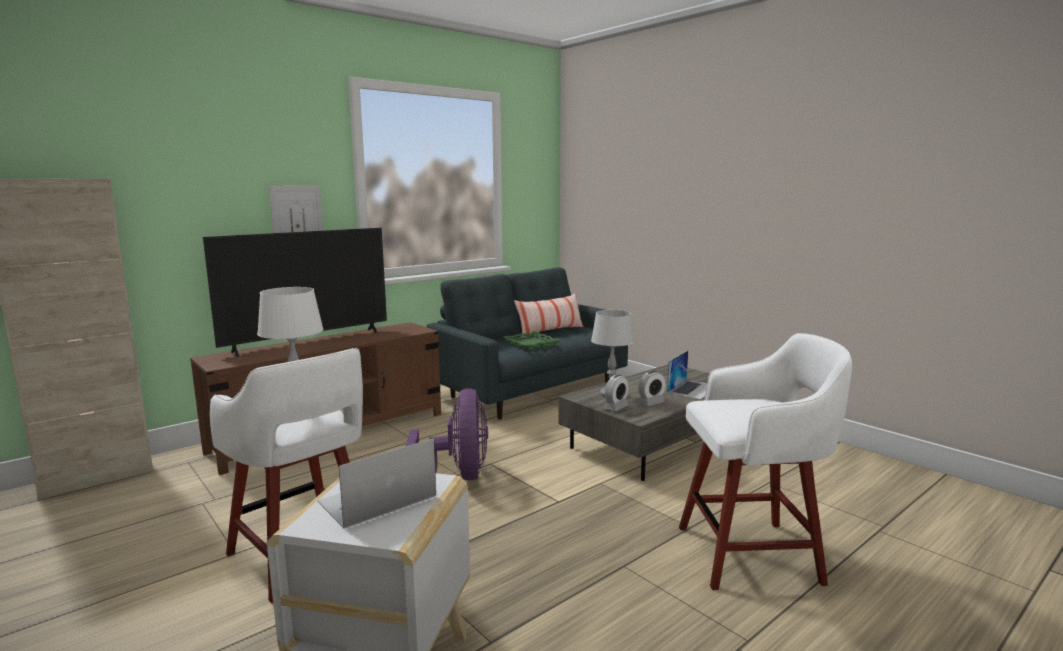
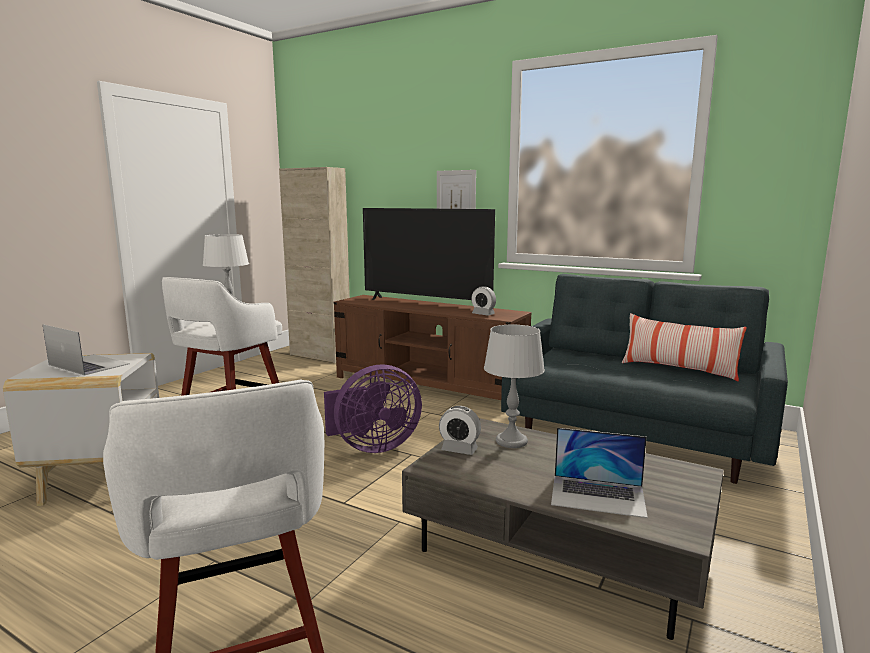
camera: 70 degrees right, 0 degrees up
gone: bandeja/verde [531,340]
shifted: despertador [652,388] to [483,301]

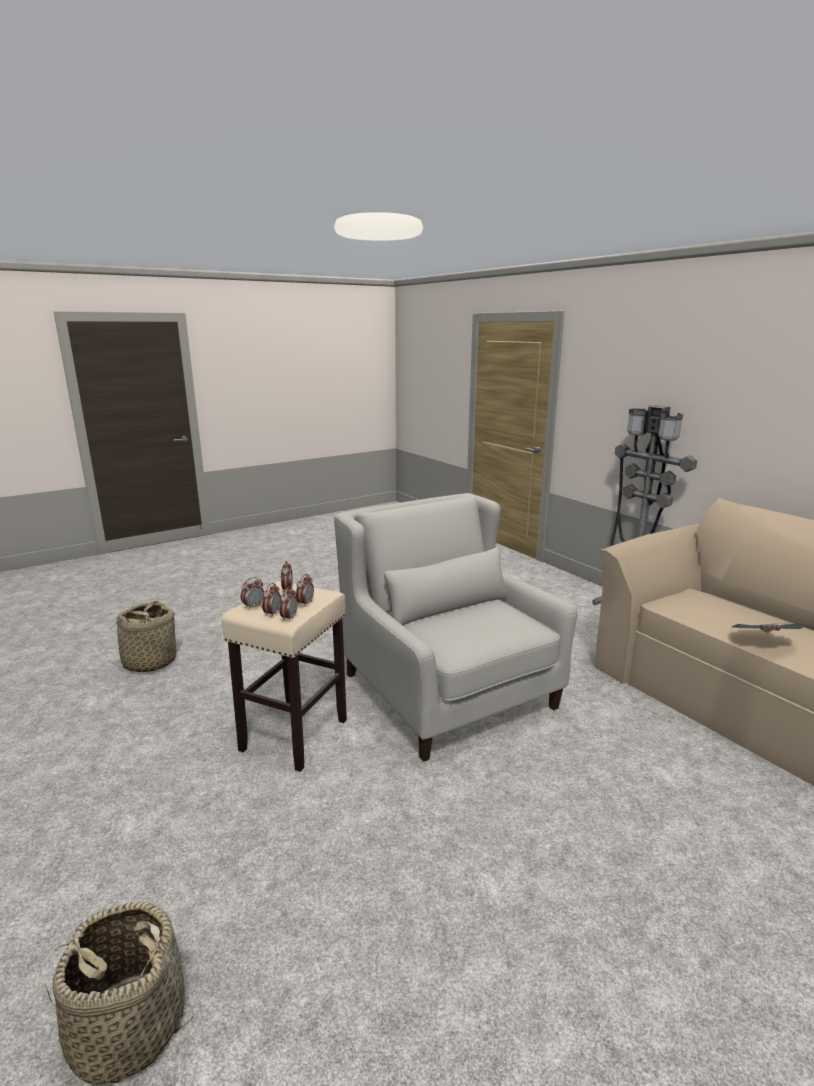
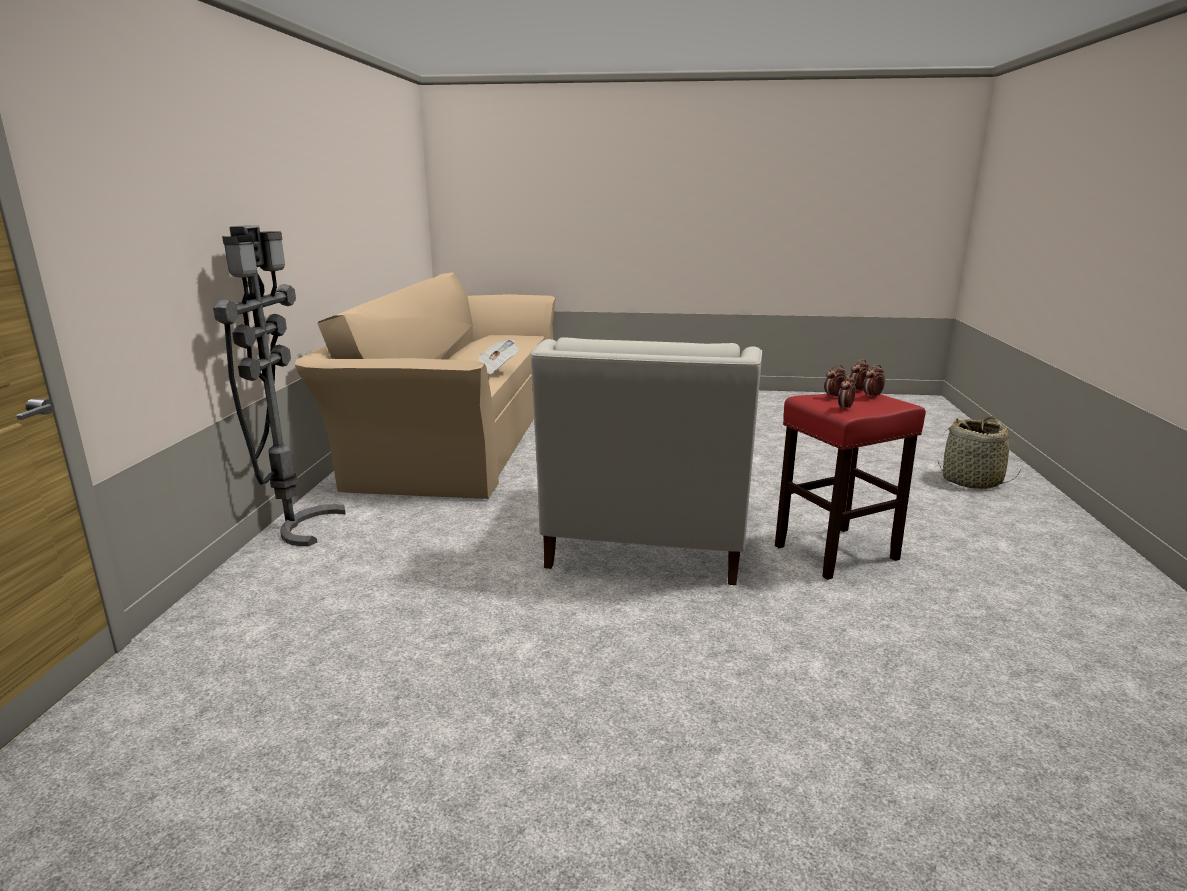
camera: 140 degrees left, 0 degrees up
gone: cesta [144,636]; despertador [252,593]
repainted: taburete/beis [284,676] to taburete/rojo [850,485]

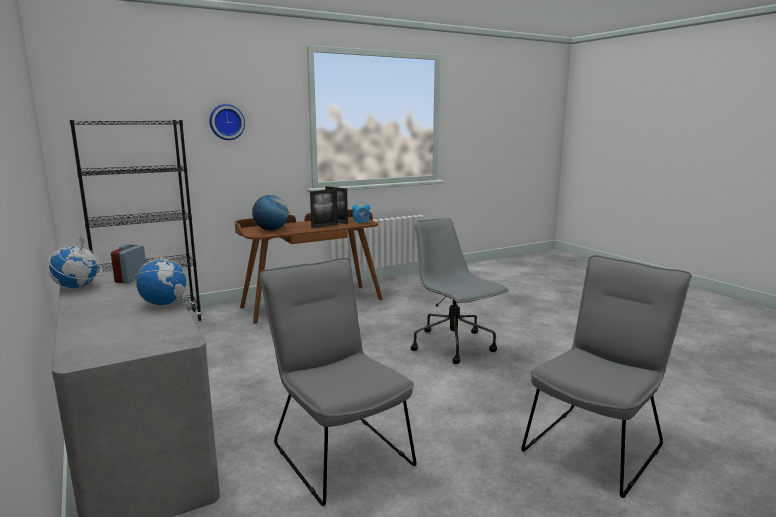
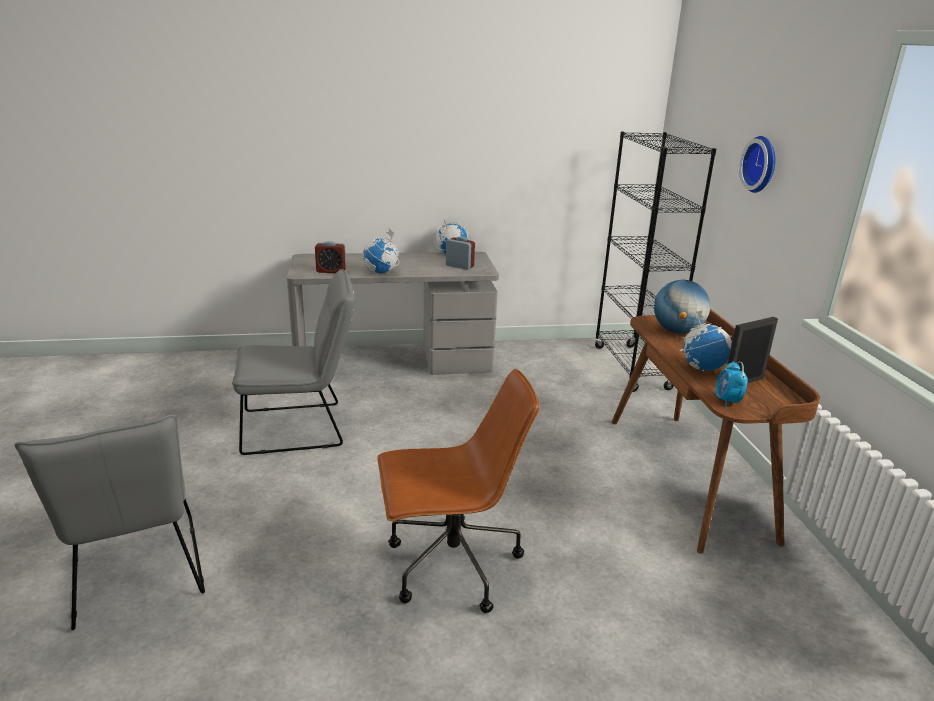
camera: 110 degrees right, 10 degrees up
new: despertador [330,257]
swapped: portarretratos [324,208] to globo terráqueo [706,341]
repainted: silla de oficina/gris [460,291] to silla de oficina/marrón [458,491]

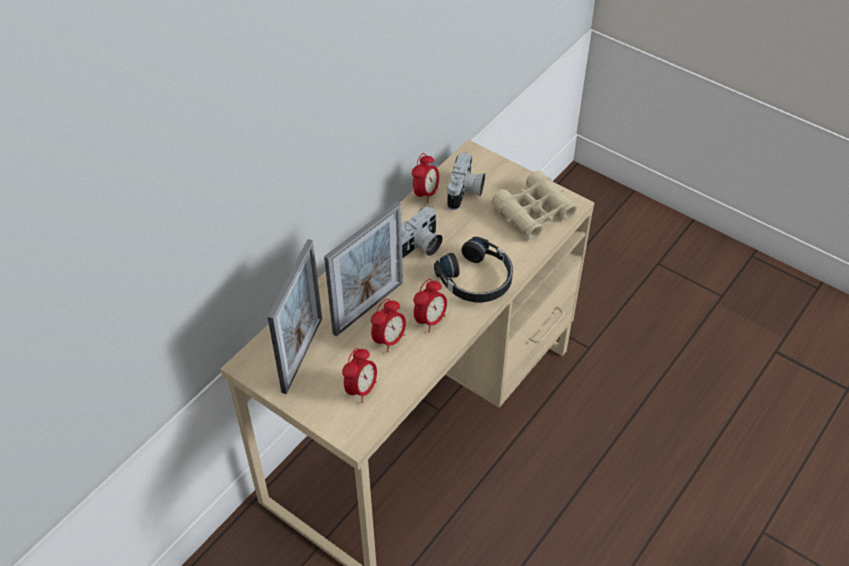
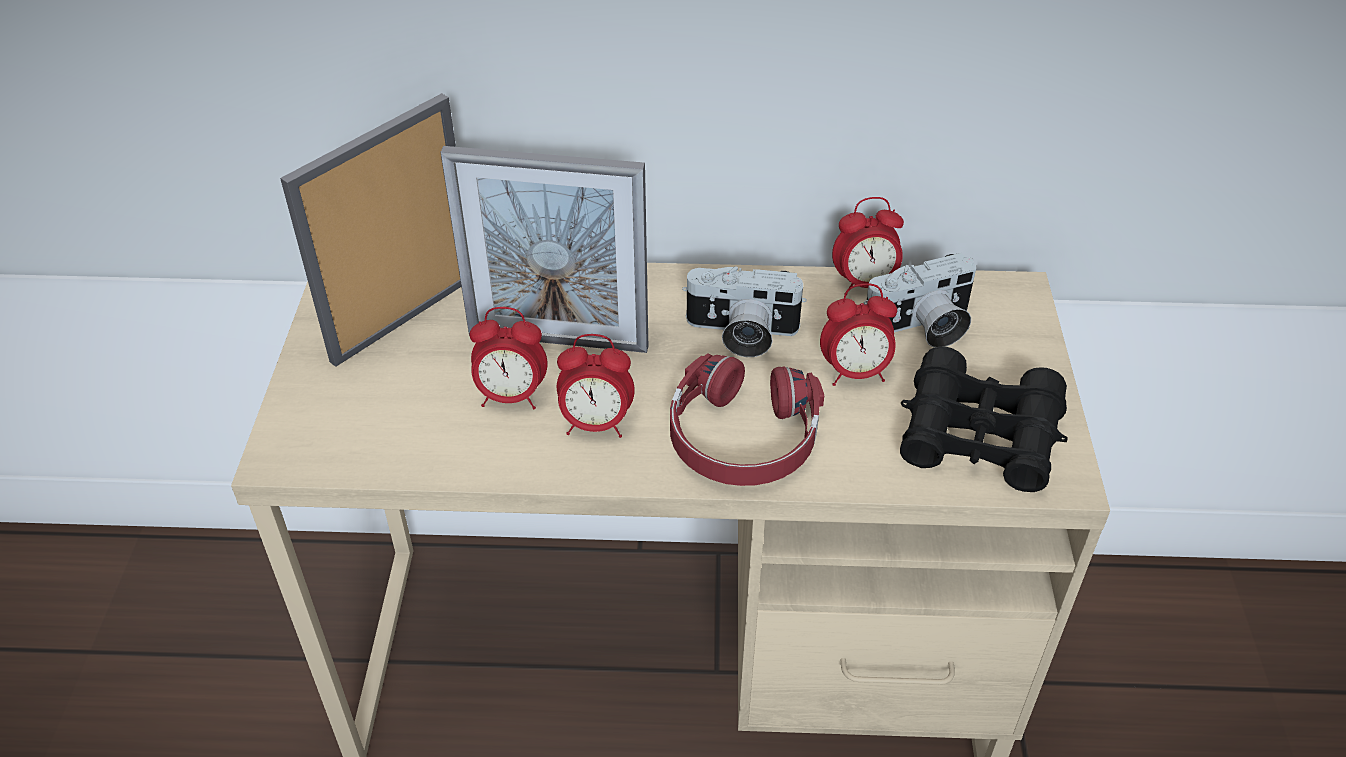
camera: 55 degrees right, 5 degrees down
shifted: despertador [359,375] to [858,334]
repainted: auriculares/negro [473,269] to auriculares/rojo [747,419]; prismáticos/beis [534,205] to prismáticos/negro [984,419]
rotated: portarretratos [295,316] = [370,230] 150 degrees clockwise

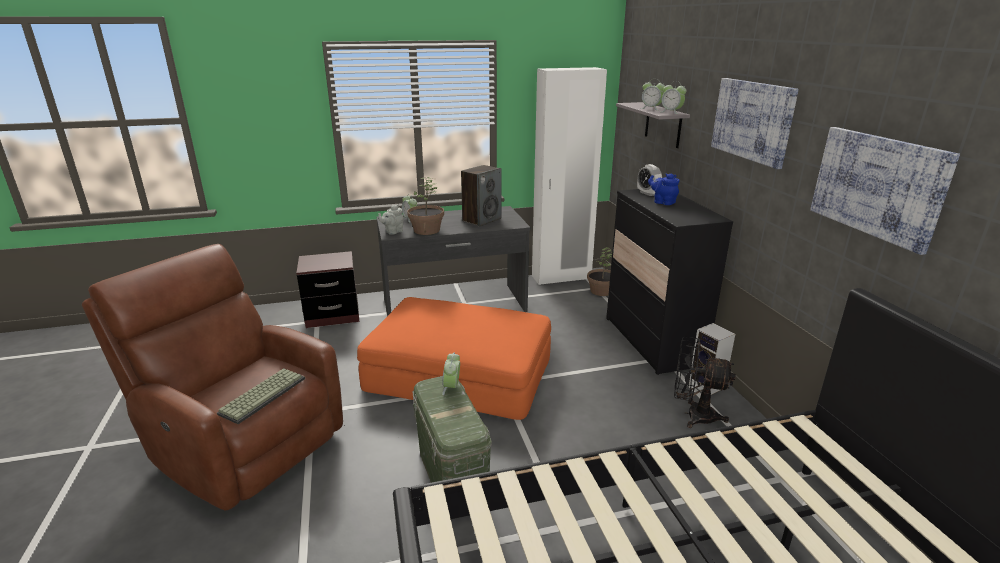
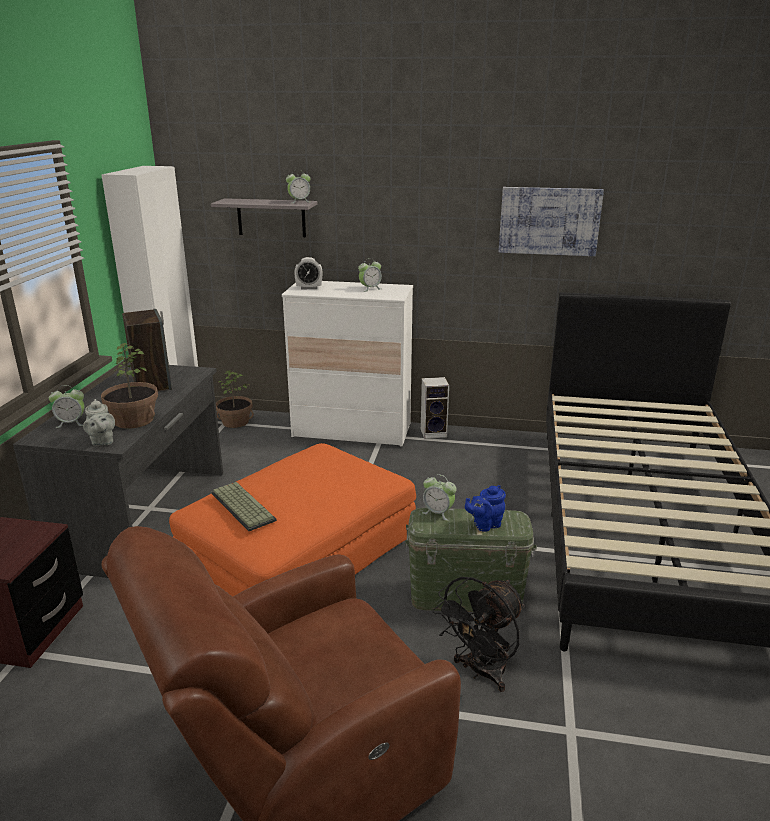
camera: 65 degrees left, 0 degrees up
gone: cuadro [755,123]
shifted: teclado [261,396] to [244,506]; despertador [653,95] to [370,275]; tetera/azul [664,189] to [485,508]; ventilador/negro [705,382] to [479,634]
repainted: cómoda/negro [669,282] to cómoda/blanco [347,364]

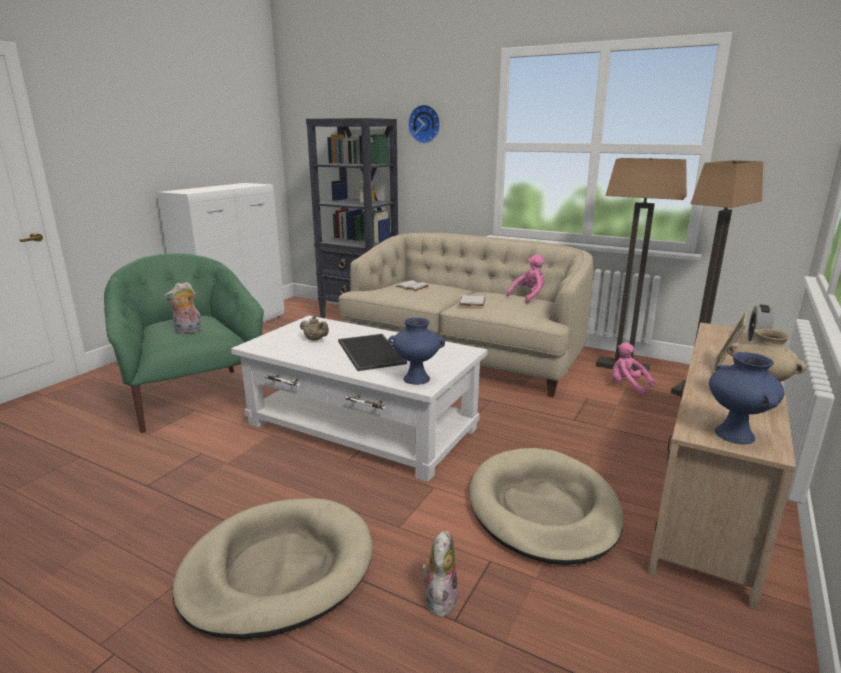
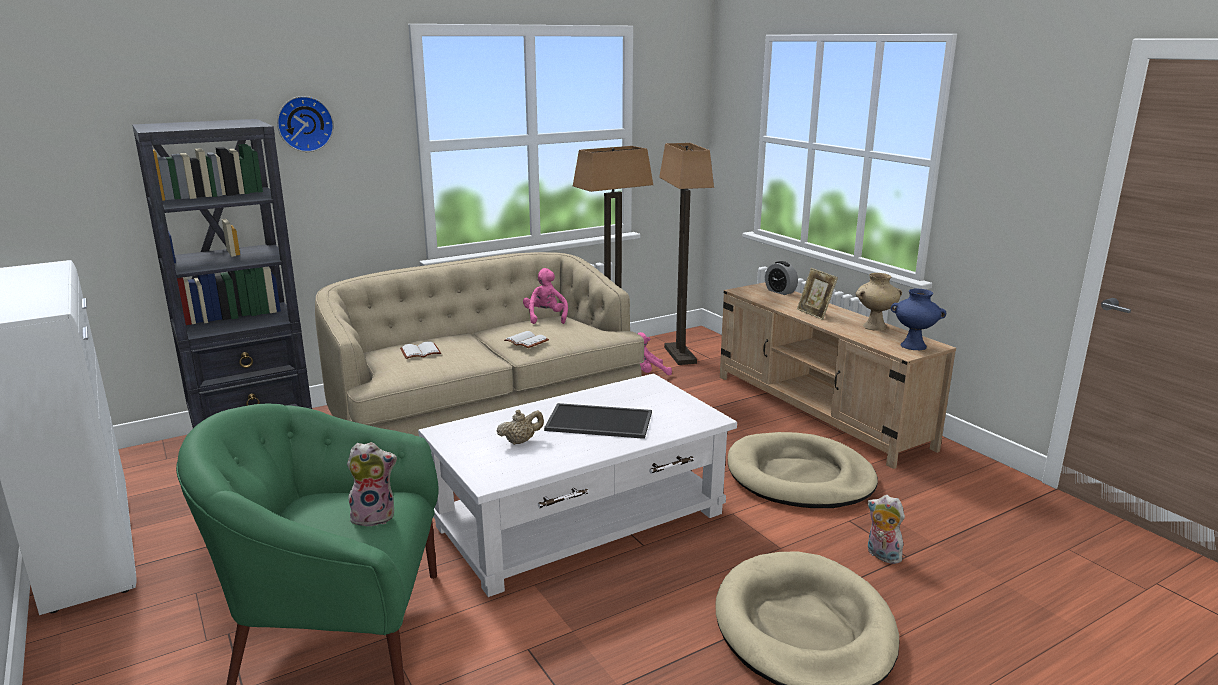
camera: 60 degrees left, 0 degrees up
gone: florero/azul [416,351]
rotated: peluche [183,308] = [372,484] 105 degrees counterclockwise

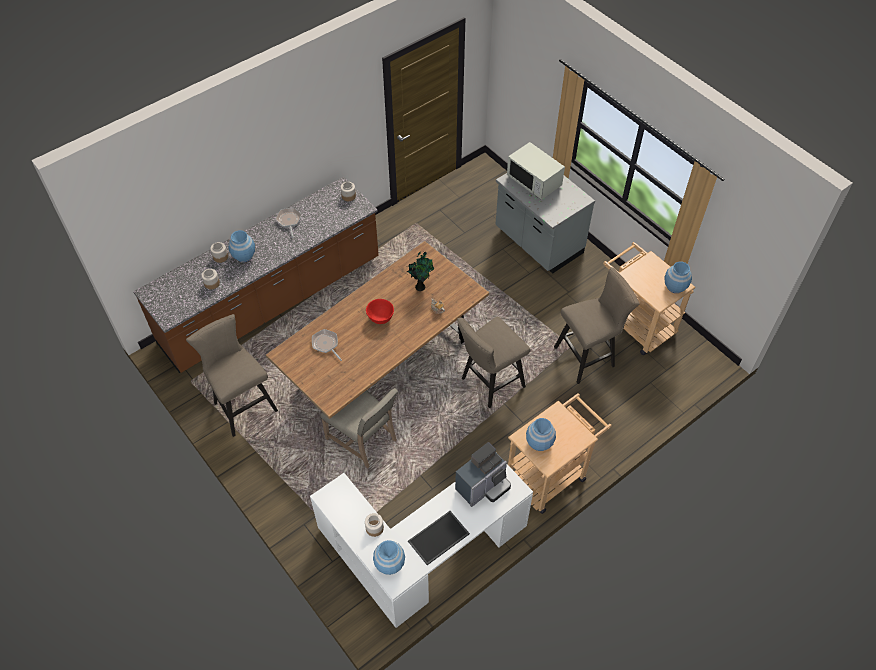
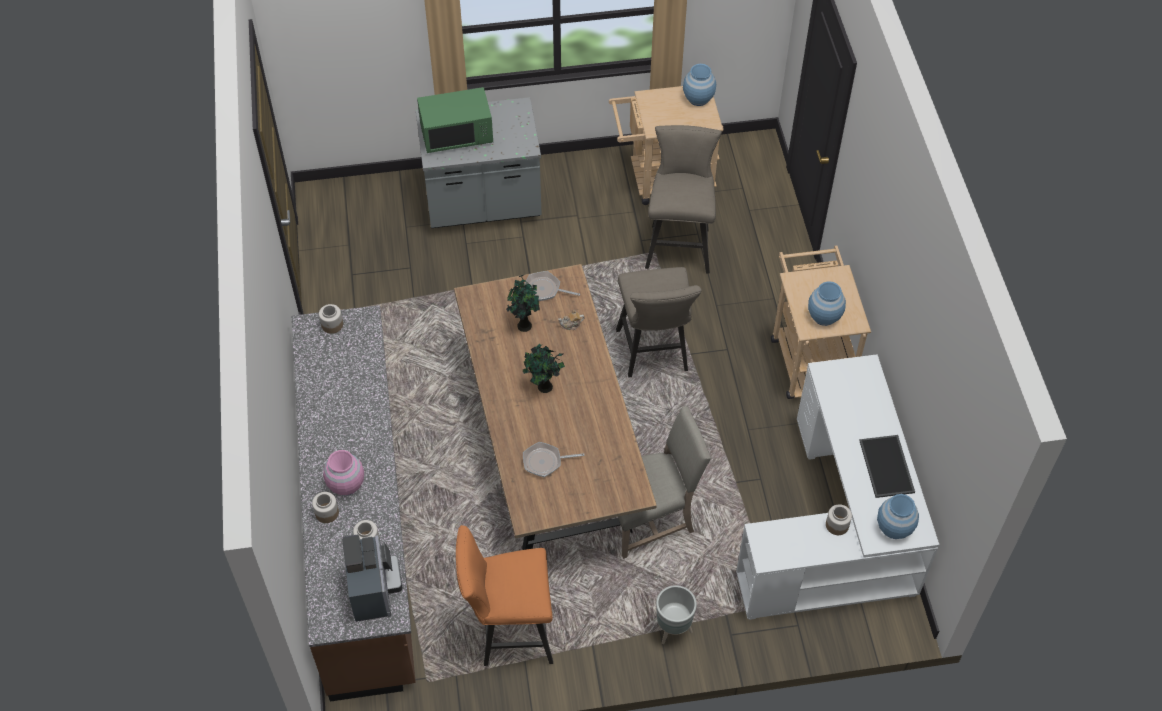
camera: 60 degrees left, 0 degrees up
new: maceta/gris [676,614]
shifted: sartén [289,223] to [552,286]; cafetera [483,474] to [372,578]
swapped: cuenco/rojo [380,311] to planta en maceta [544,368]
repainted: taburete/beis [232,375] to taburete/naranja [504,595]; florero/azul [242,246] to florero/rosa [343,473]; microondas/blanco [536,171] to microondas/verde [455,120]

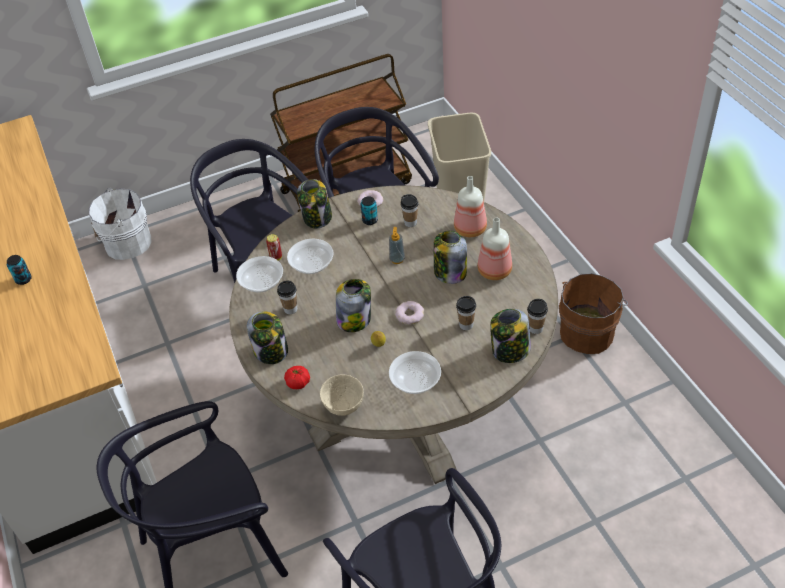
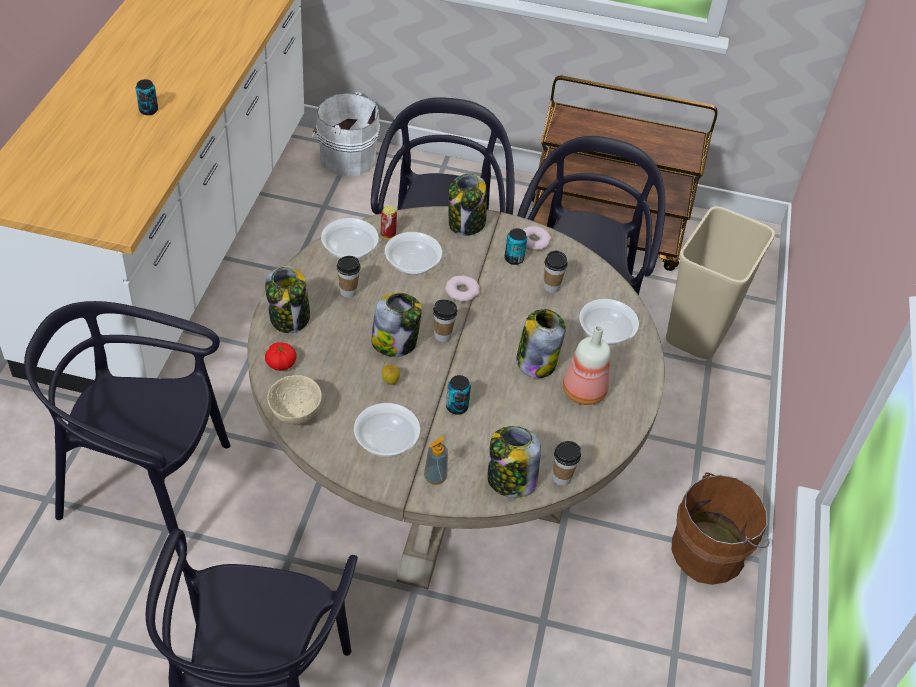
camera: 30 degrees right, 0 degrees up
new: lata [458,395]
shifted: dispensador de jabón [397,245] to [436,461]; rosquilla [409,312] to [462,288]; taza [466,313] to [445,320]
swapped: botella [470,206] to cuenco [609,322]

